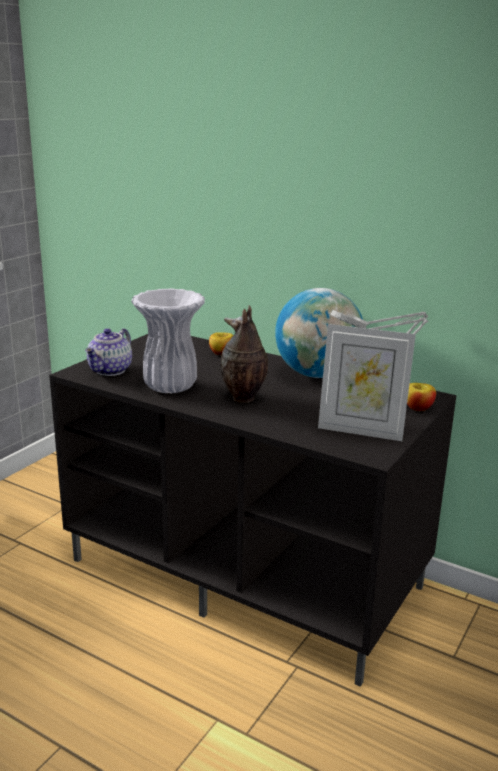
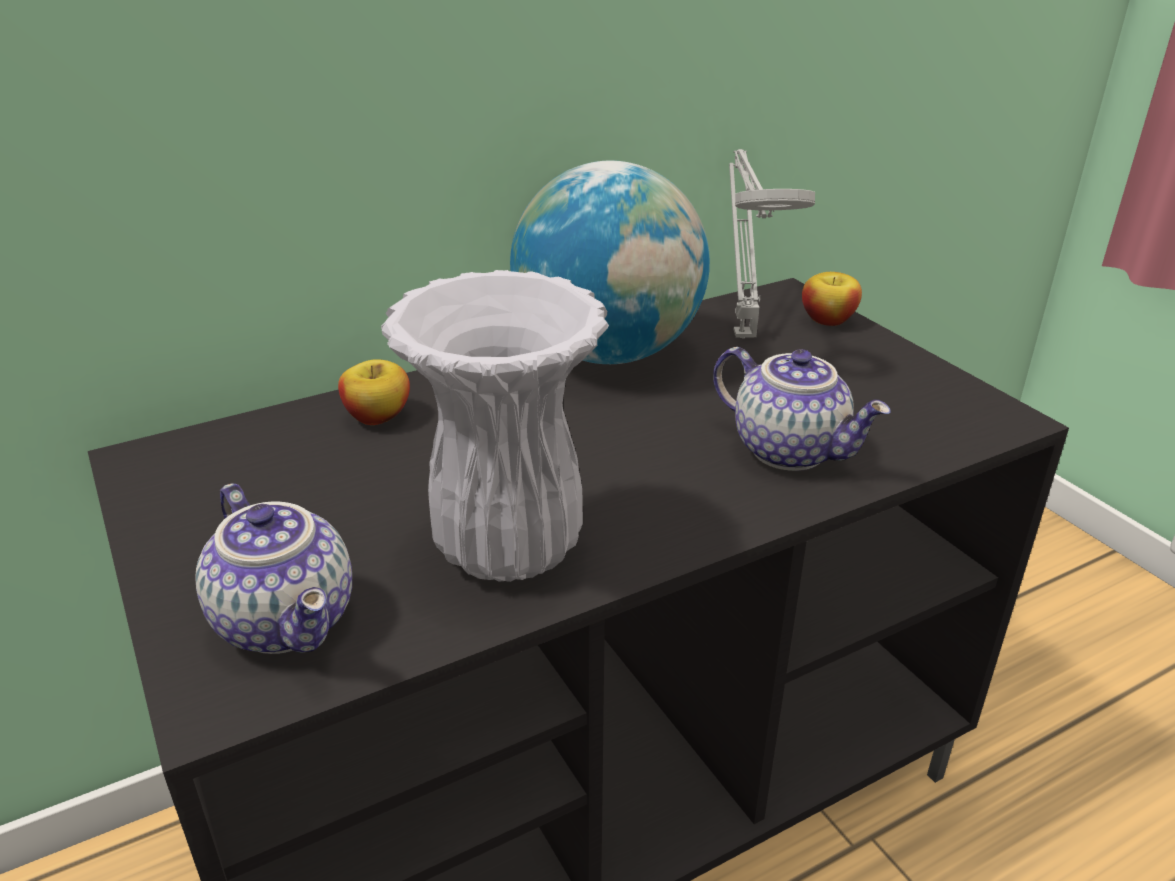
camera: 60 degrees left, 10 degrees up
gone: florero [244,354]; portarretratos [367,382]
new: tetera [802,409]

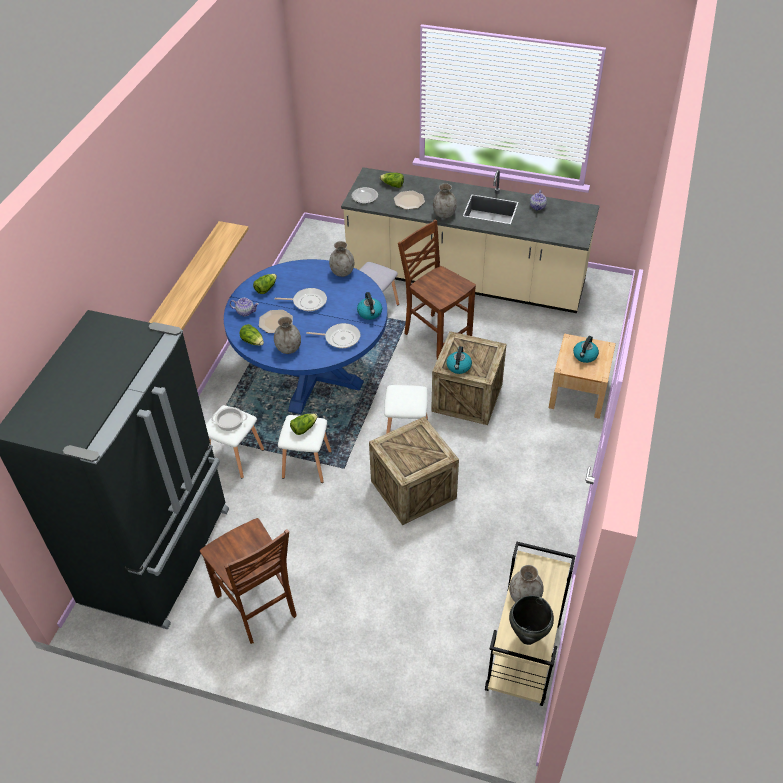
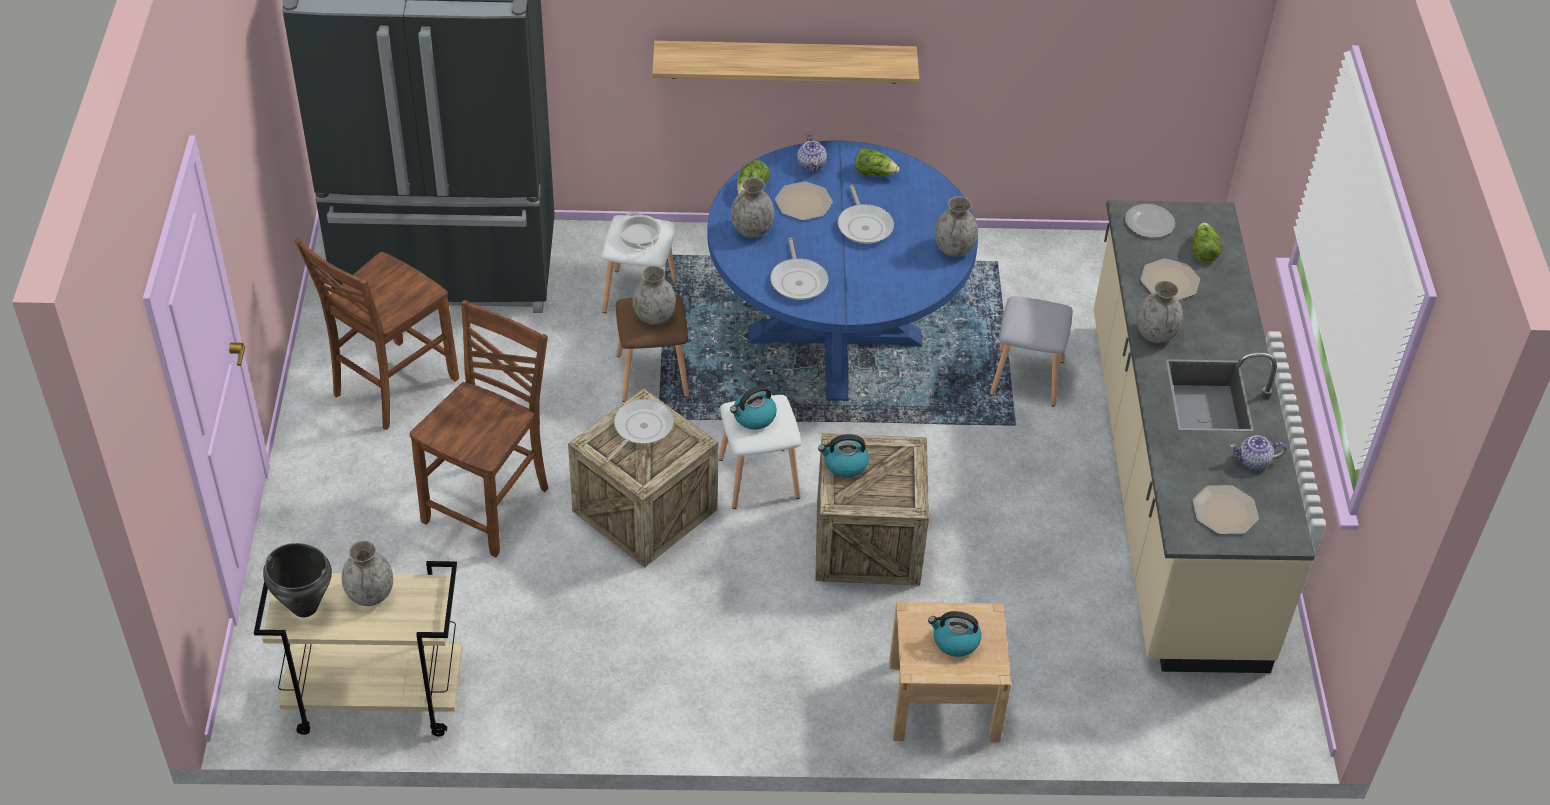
camera: 70 degrees right, 0 degrees up
new: sartén [639,431]; plato [1225,509]
shifted: hervidor [369,306] to [753,407]; silla/marrón [437,289] to [479,428]
swapped: lechuga [304,424] to florero/gris [654,295]
repainted: taburete/blanco [304,449] to taburete/marrón [652,348]

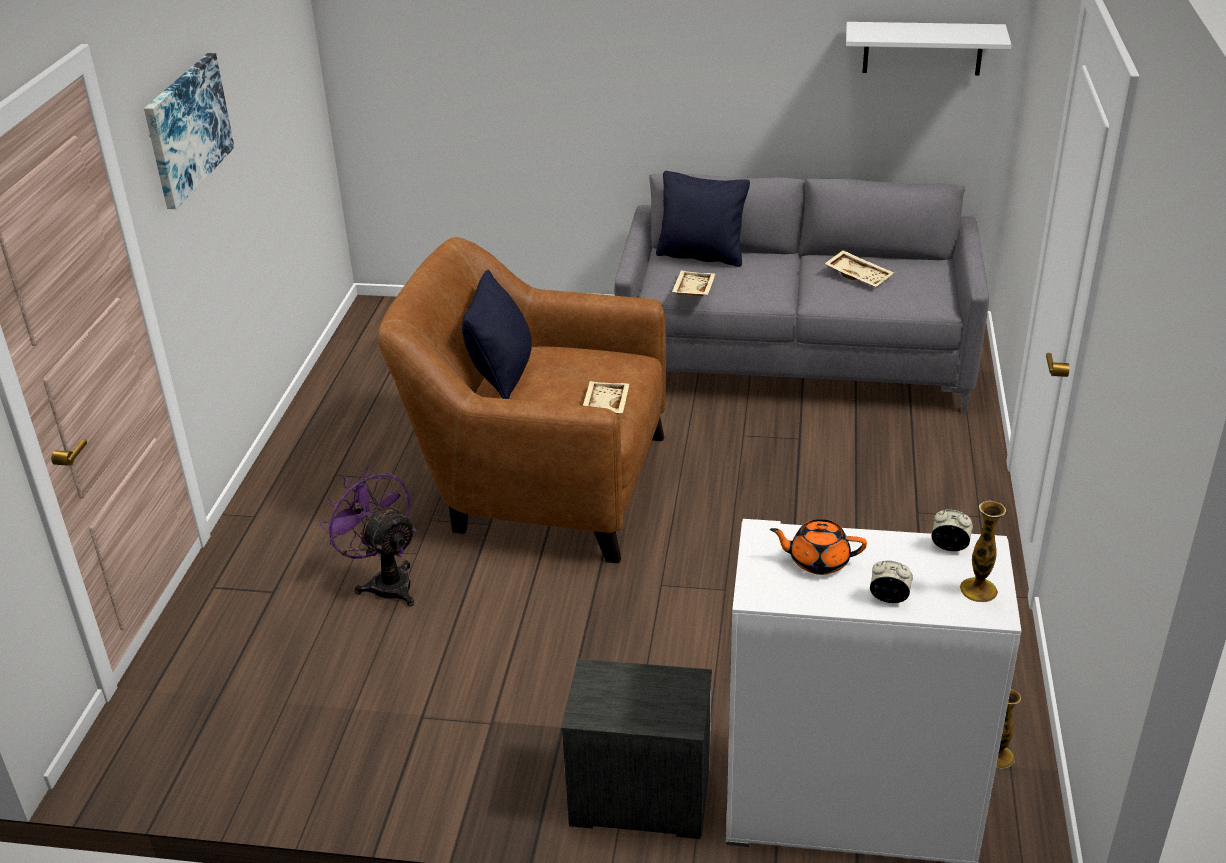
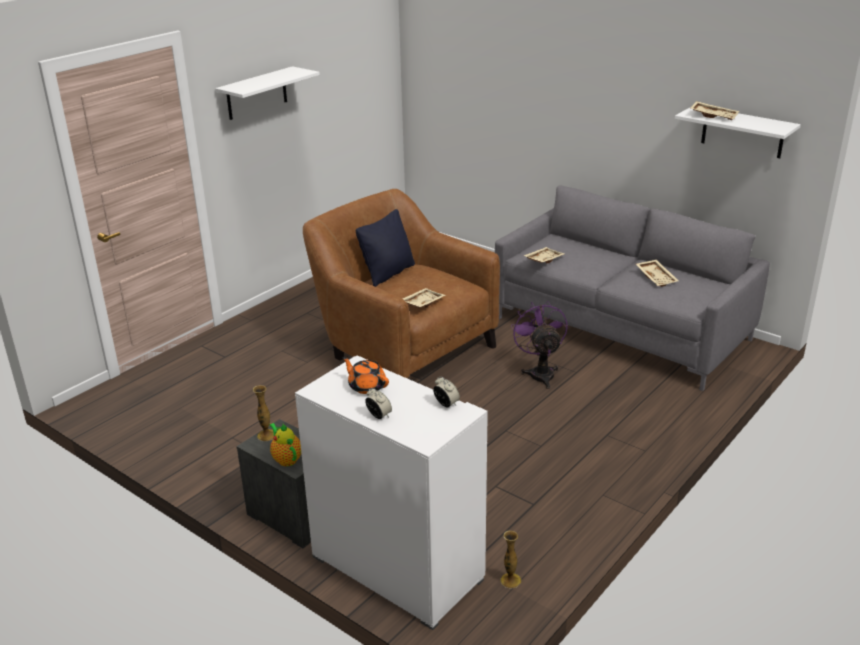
camera: 30 degrees right, 5 degrees down
gone: cojín/negro [703,219]
new: tetera [285,444]; bandeja/beis [714,111]
shifted: ventilador/morado [368,536] to [539,345]; florero [983,551] to [263,413]
swapped: cuadro [189,131] to estante/blanco [267,93]

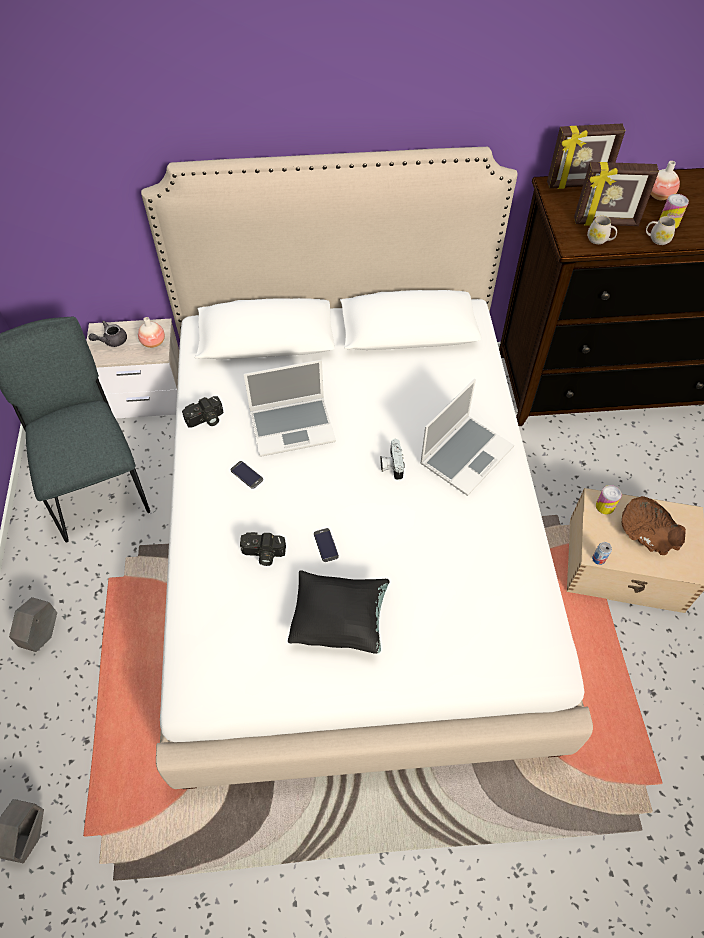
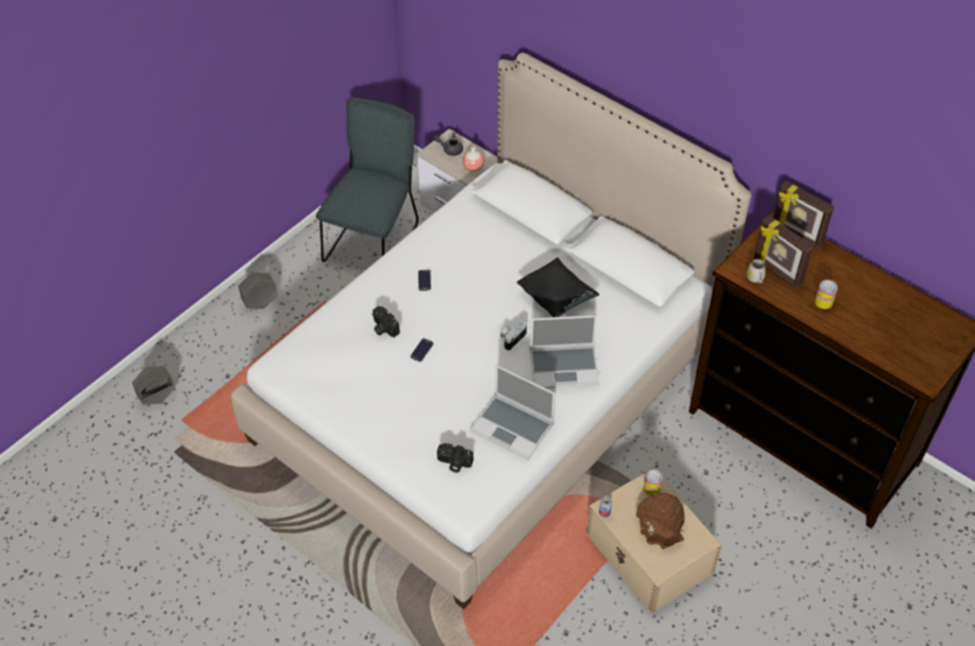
camera: 45 degrees right, 5 degrees down
gone: taza grande/blanco [660,230]; florero [665,180]
shifted: cámara [203,412] to [455,458]; portátil [290,408] to [513,412]; cojín/negro [339,612] to [558,287]

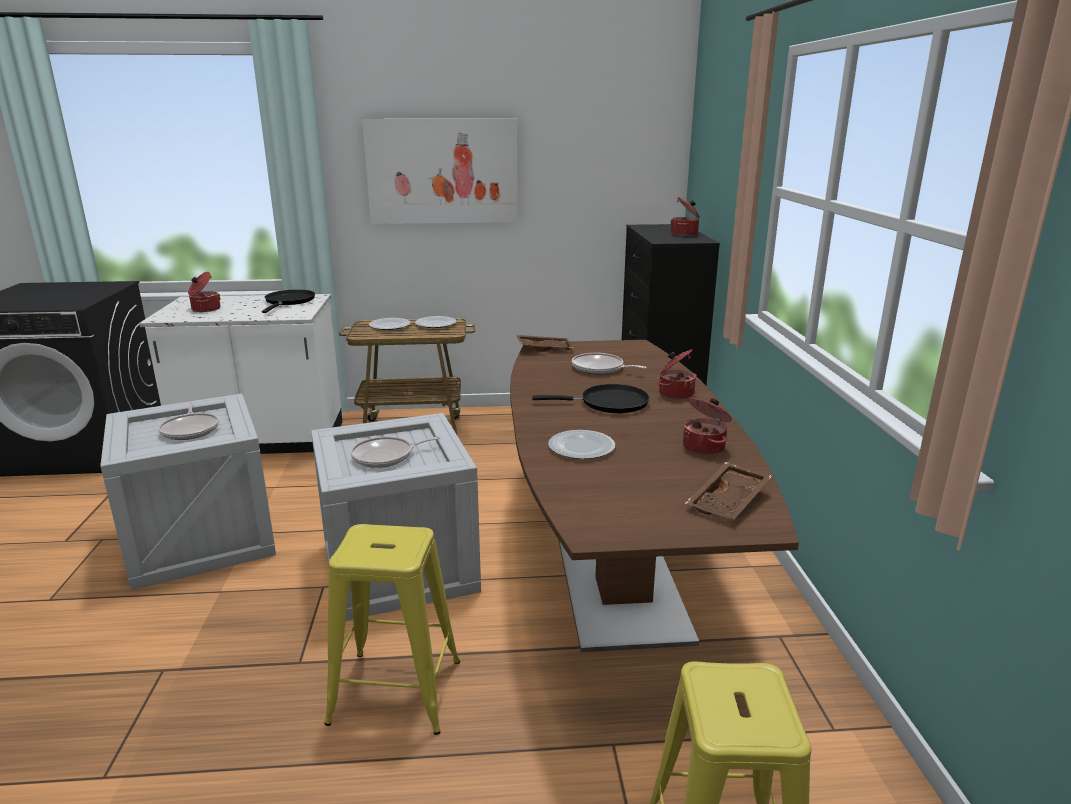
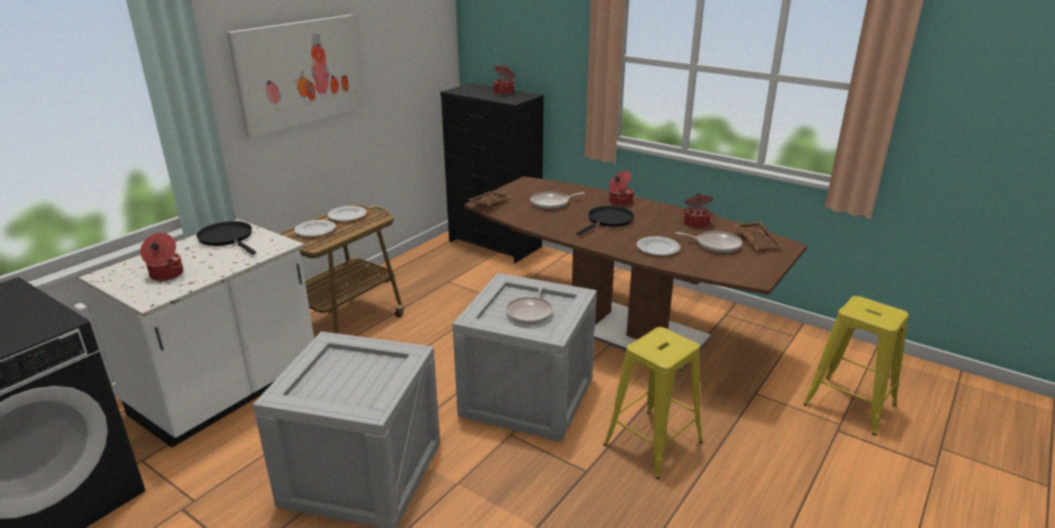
camera: 50 degrees left, 5 degrees up
shifted: sartén [188,421] to [709,242]

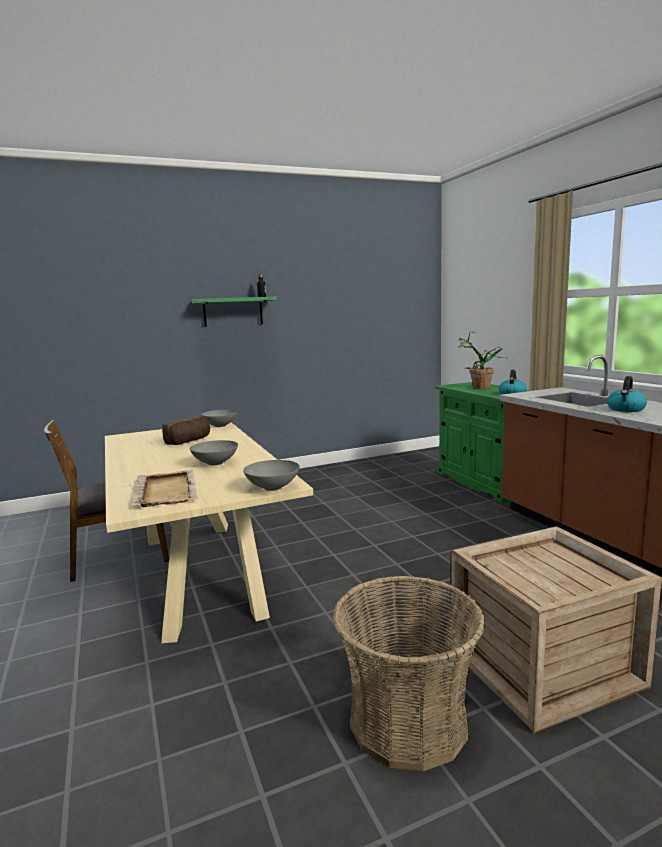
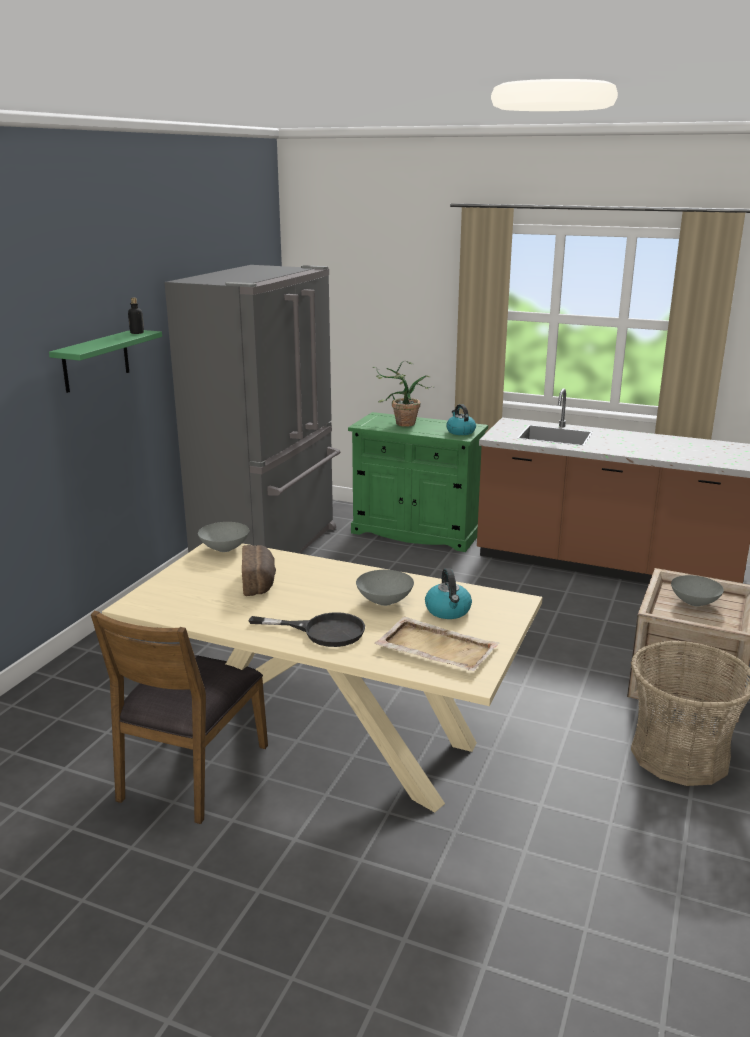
camera: 45 degrees left, 10 degrees up
new: nevera/gris [252,409]; sartén/negro [307,629]
shifted: cuenco/gris [271,475] to [697,590]; hervidor [627,394] to [448,593]

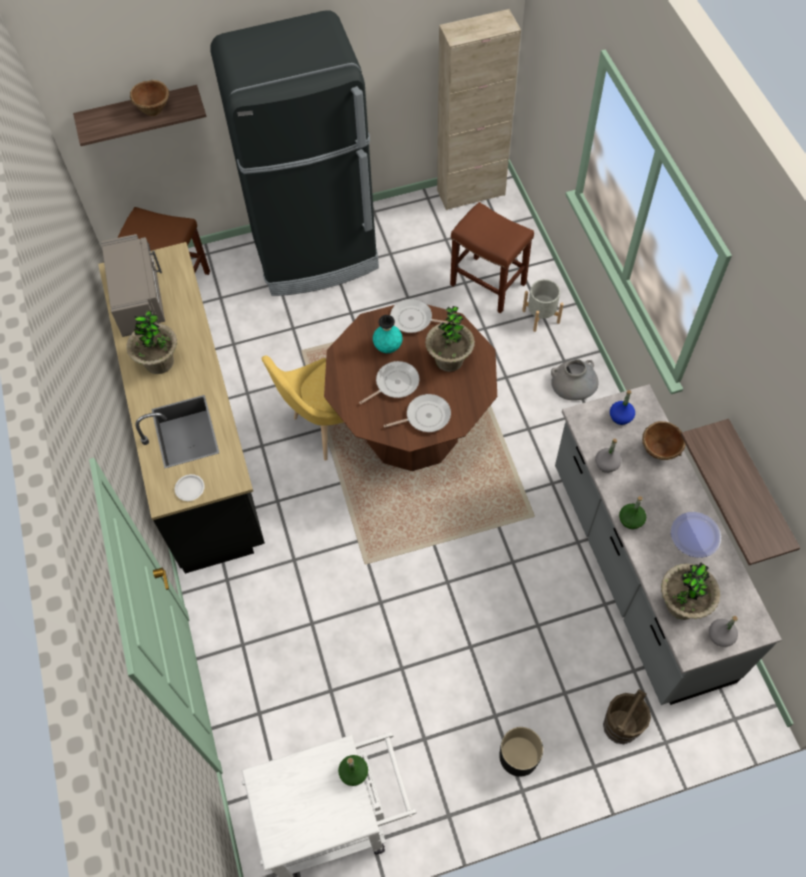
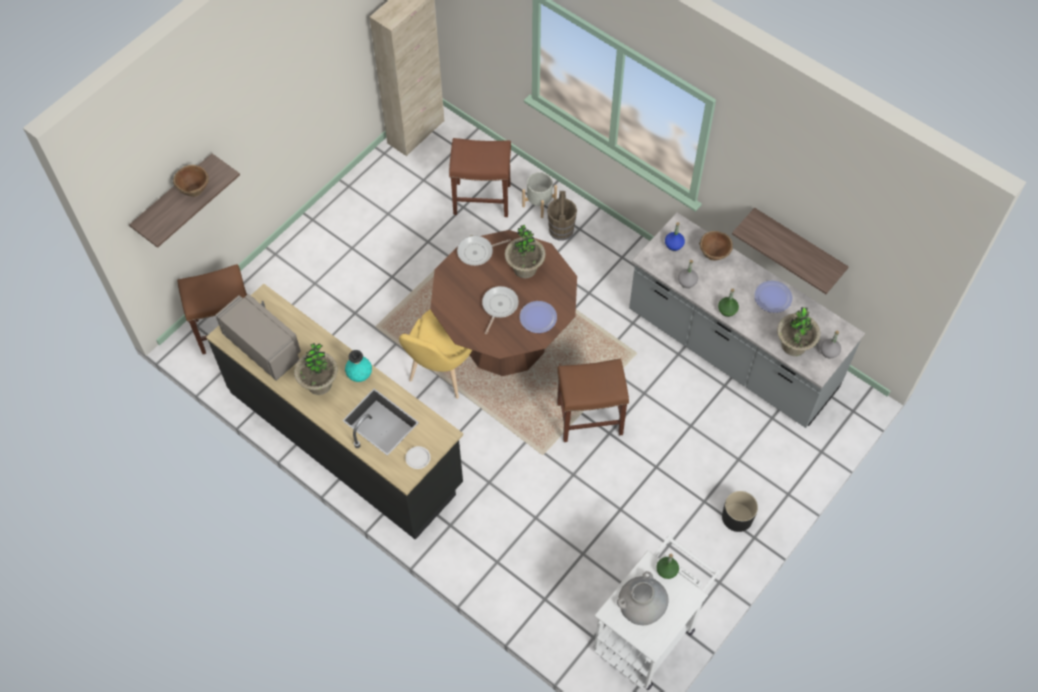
camera: 35 degrees left, 0 degrees up
gone: nevera/negro [294,153]
new: taburete/marrón [593,400]
shifted: florero/turquesa [388,334] to [358,366]; florero/gris [575,380] to [643,598]; cubo/marrón [627,716] to [562,216]
swapped: sartén [417,413] to plato [538,317]

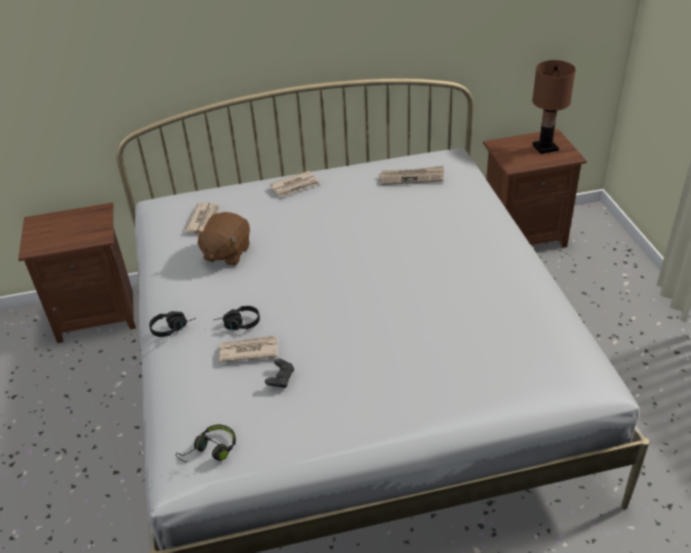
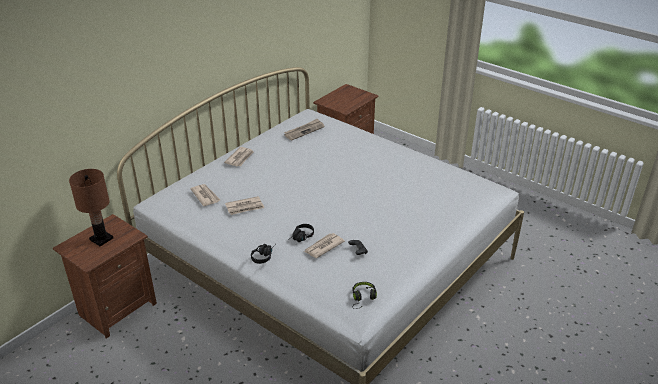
camera: 40 degrees left, 5 degrees down
shifted: lámpara de mesa/marrón [554,107] to [91,207]
swapped: peluche/marrón [222,239] to periódico [244,205]

